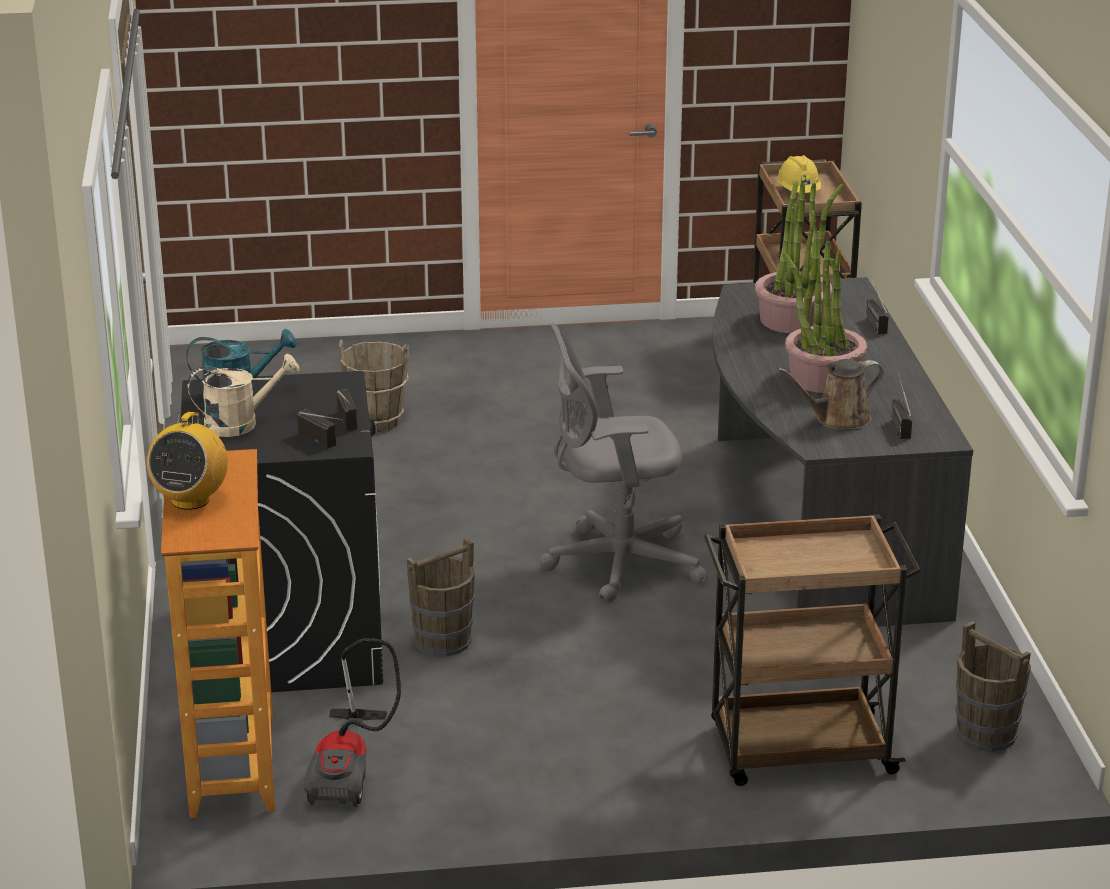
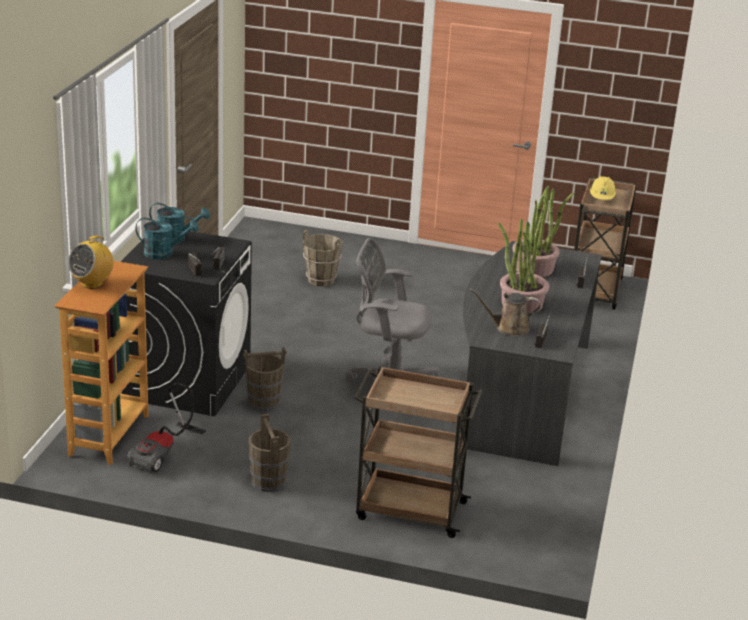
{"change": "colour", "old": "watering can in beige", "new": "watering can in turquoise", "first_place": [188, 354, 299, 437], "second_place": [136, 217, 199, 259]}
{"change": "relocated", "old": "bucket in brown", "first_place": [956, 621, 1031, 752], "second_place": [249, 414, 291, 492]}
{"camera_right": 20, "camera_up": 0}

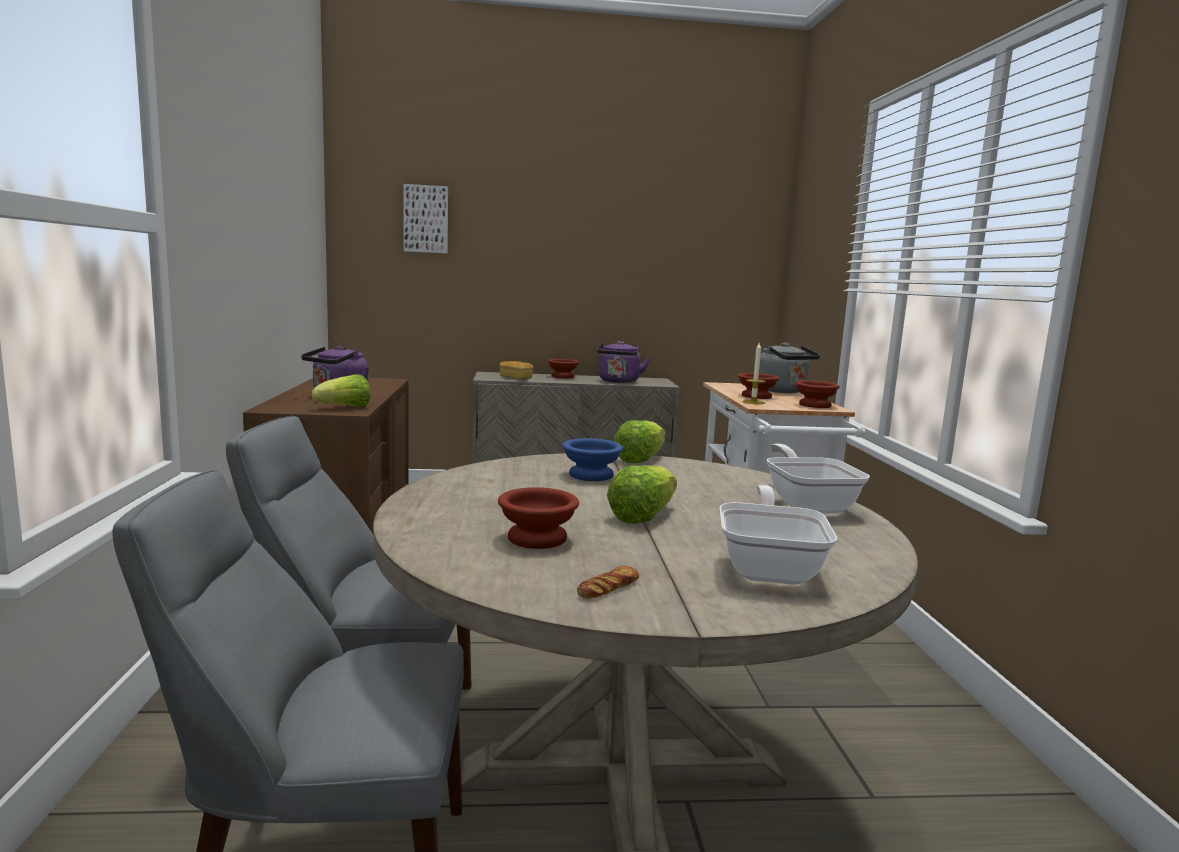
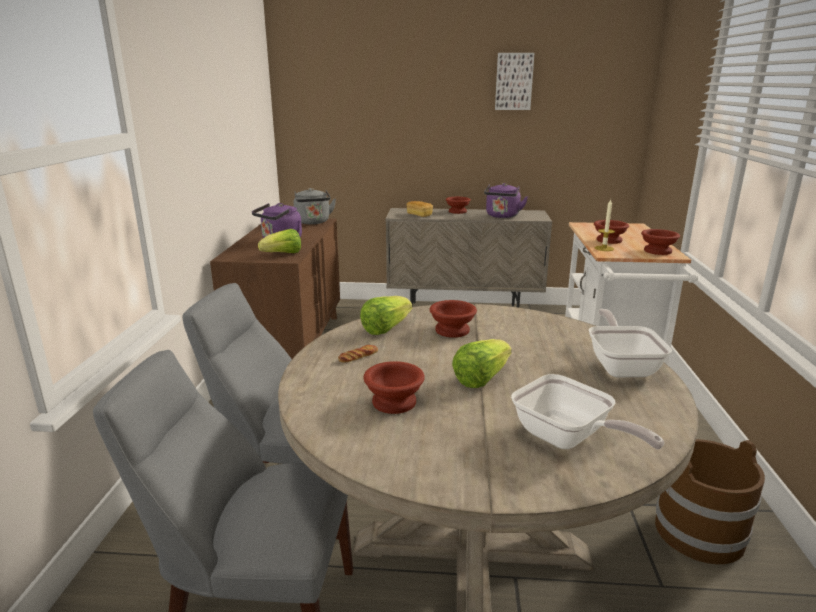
{"change": "relocated", "old": "picture", "first_place": [403, 184, 448, 254], "second_place": [495, 53, 534, 110]}
{"change": "colour", "old": "bowl in blue", "new": "bowl in brown", "first_place": [562, 438, 623, 481], "second_place": [429, 300, 477, 338]}
{"change": "relocated", "old": "bread", "first_place": [577, 566, 639, 599], "second_place": [338, 345, 378, 363]}
{"change": "relocated", "old": "lettuce", "first_place": [614, 420, 666, 463], "second_place": [360, 296, 412, 335]}
{"change": "spun", "old": "frying pan", "first_place": [719, 485, 837, 585], "second_place": [511, 374, 664, 450], "degrees": 120}
{"change": "relocated", "old": "kettle in grey", "first_place": [759, 343, 820, 393], "second_place": [294, 188, 336, 224]}
{"change": "appeared", "new": "bucket in brown", "second_place": [655, 439, 765, 564]}
{"camera_right": 10, "camera_up": 10}

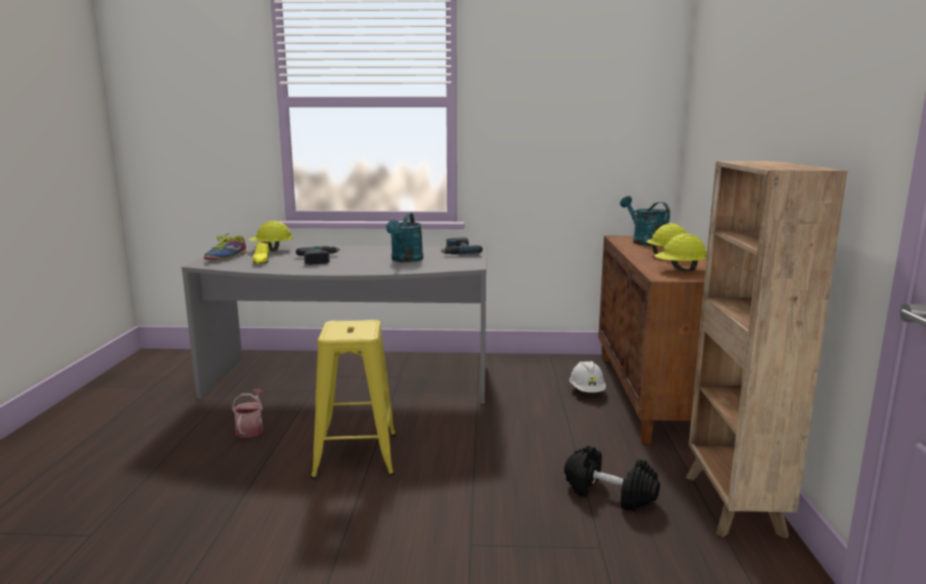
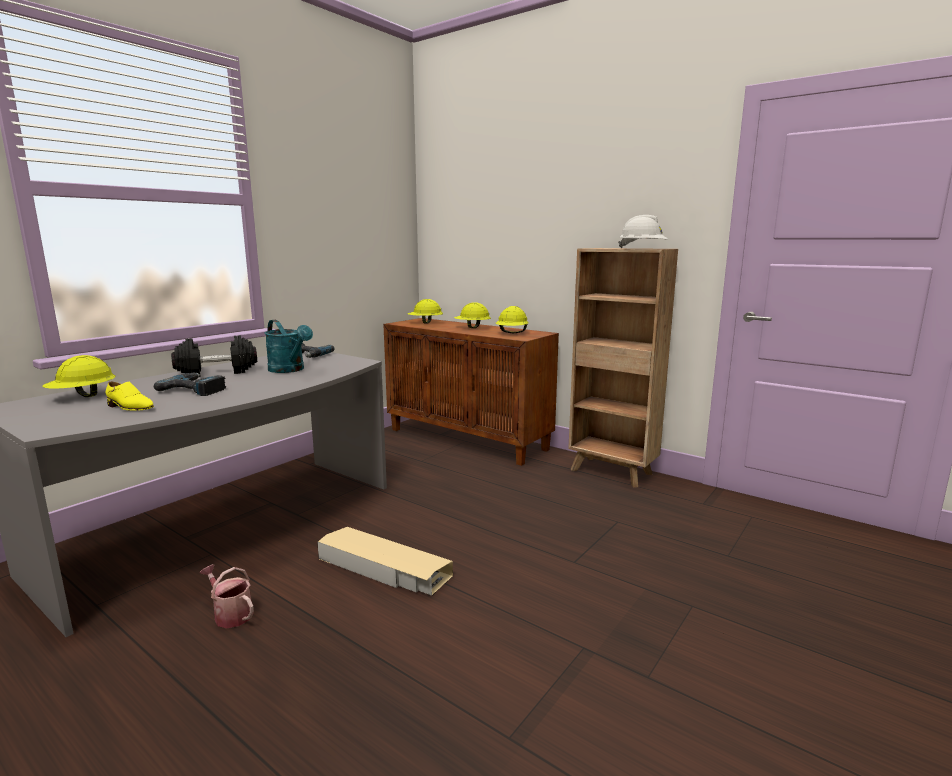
{"change": "missing", "old": "shoe", "first_place": [204, 233, 246, 260]}
{"change": "exchanged", "old": "stool in yellow", "new": "storage box in beige", "first_place": [311, 320, 396, 479], "second_place": [317, 527, 453, 596]}
{"change": "relocated", "old": "dumbbell in black", "first_place": [564, 445, 660, 511], "second_place": [171, 335, 257, 374]}
{"change": "relocated", "old": "hard hat in white", "first_place": [569, 361, 606, 393], "second_place": [618, 215, 668, 248]}
{"change": "exchanged", "old": "watering can in turquoise", "new": "hard hat in yellow", "first_place": [620, 196, 670, 246], "second_place": [408, 299, 443, 324]}
{"camera_right": -55, "camera_up": 0}

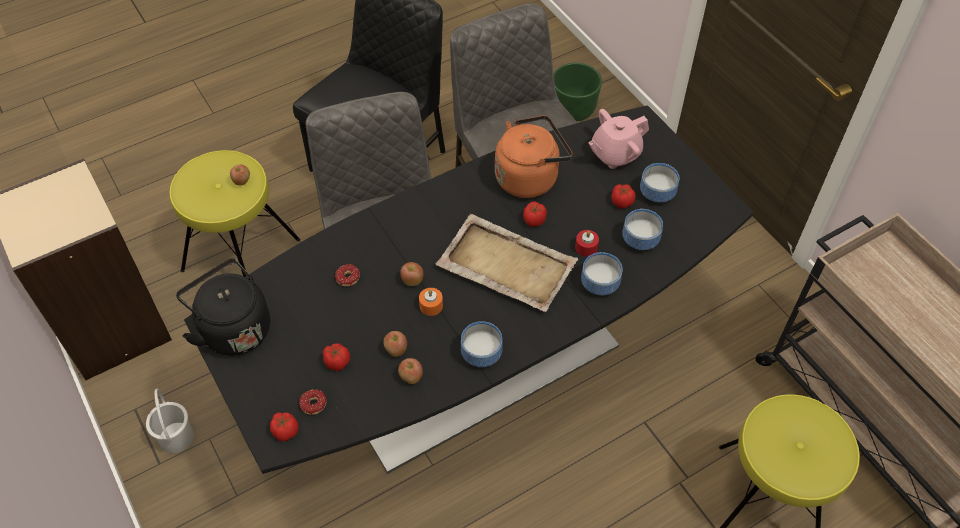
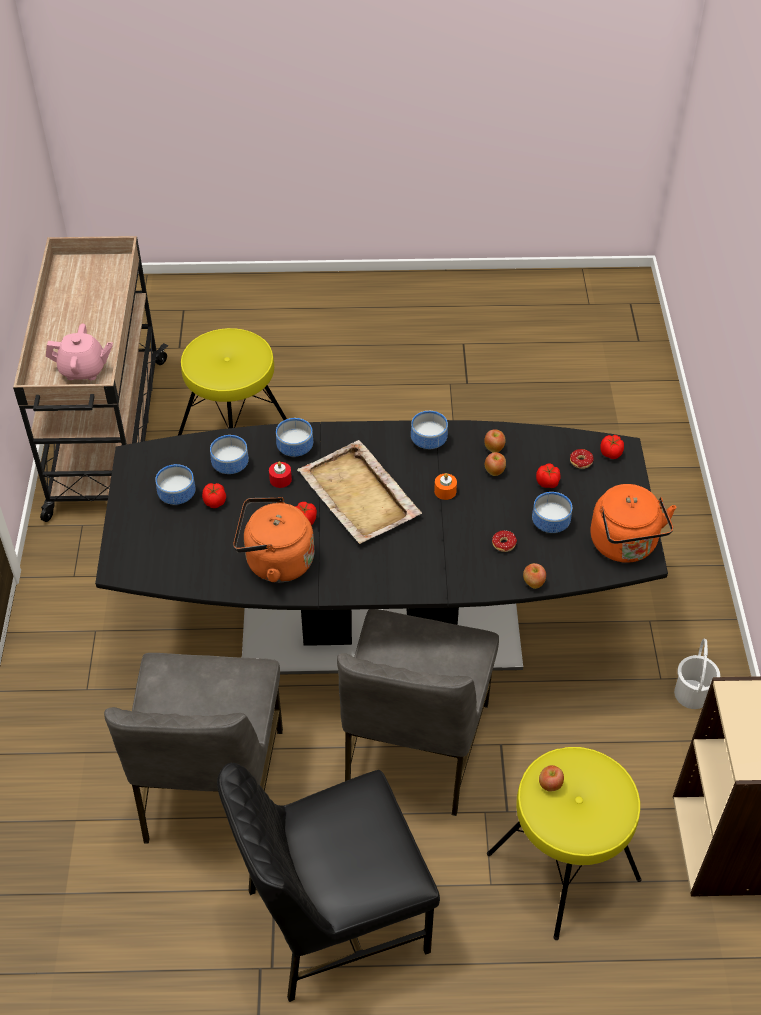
{"change": "colour", "old": "kettle in black", "new": "kettle in orange", "first_place": [176, 258, 270, 356], "second_place": [590, 484, 676, 563]}
{"change": "relocated", "old": "apple", "first_place": [400, 262, 423, 286], "second_place": [523, 563, 546, 589]}
{"change": "missing", "old": "planter in green", "first_place": [553, 63, 602, 122]}
{"change": "relocated", "old": "teapot in pink", "first_place": [588, 109, 649, 169], "second_place": [46, 324, 113, 380]}
{"change": "appeared", "new": "bowl", "second_place": [532, 492, 572, 533]}
{"camera_right": -150, "camera_up": -5}

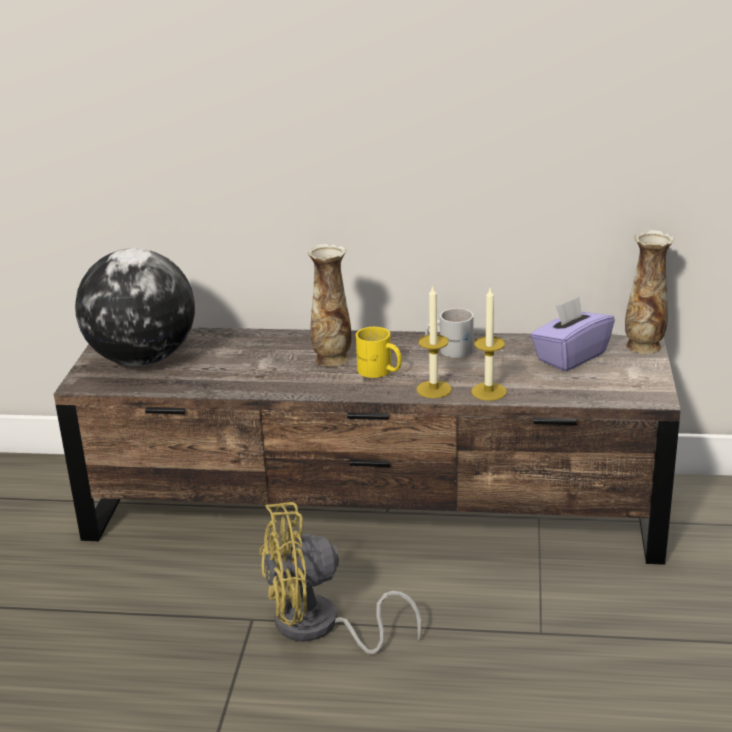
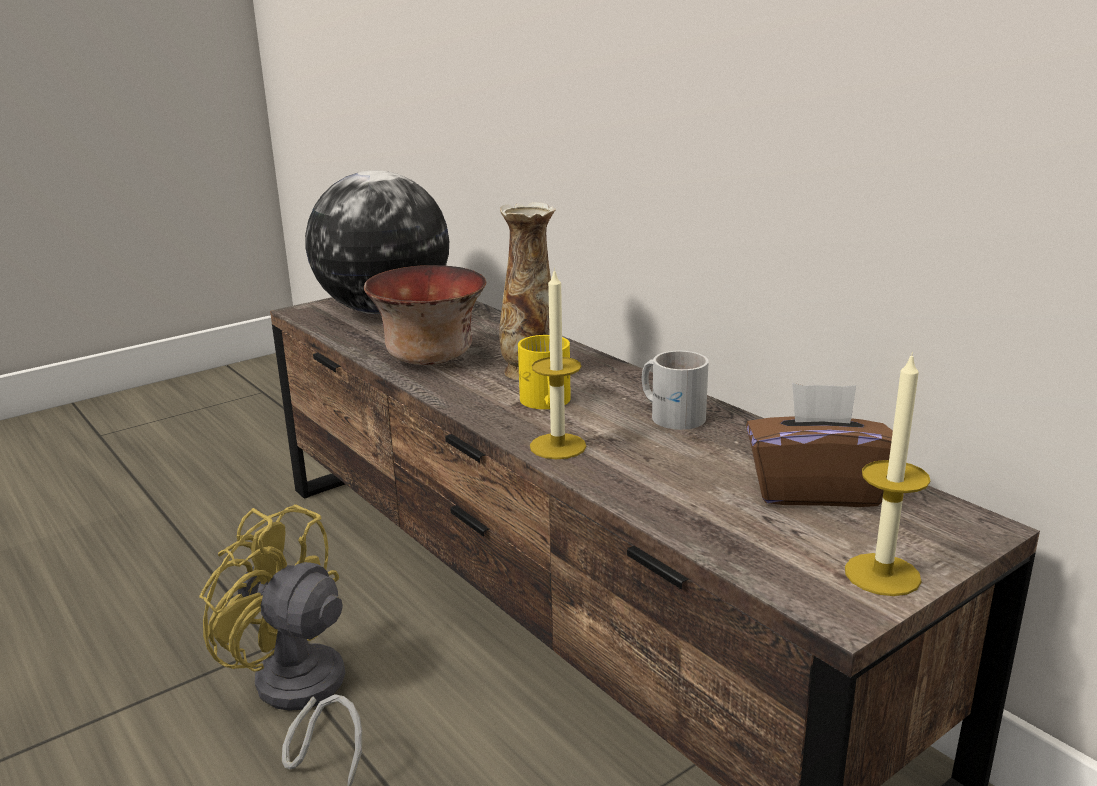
{"change": "relocated", "old": "candle", "first_place": [471, 286, 507, 401], "second_place": [845, 352, 930, 596]}
{"change": "colour", "old": "tissue box in purple", "new": "tissue box in brown", "first_place": [531, 297, 615, 372], "second_place": [746, 383, 893, 507]}
{"change": "missing", "old": "vase", "first_place": [625, 230, 675, 354]}
{"change": "appeared", "new": "bowl", "second_place": [364, 265, 486, 365]}
{"camera_right": 45, "camera_up": -5}

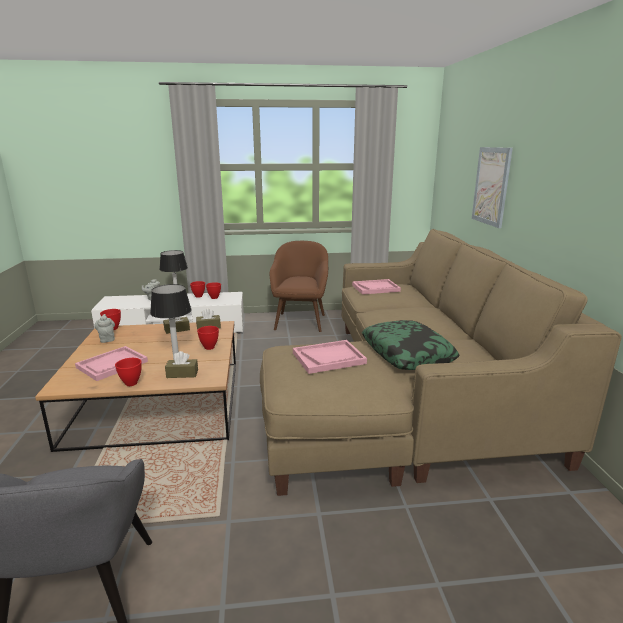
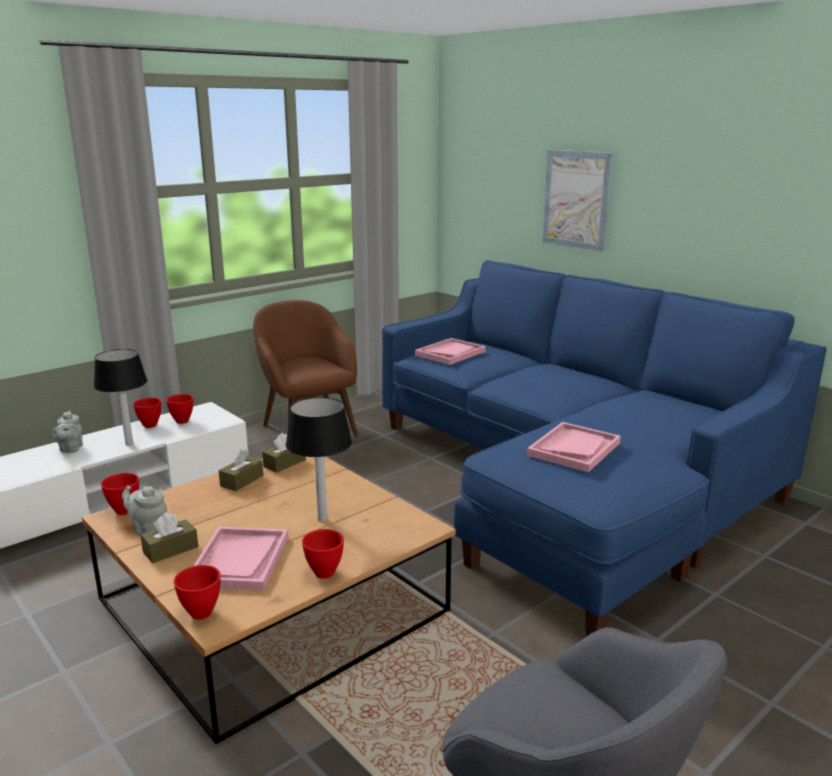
{"change": "relocated", "old": "tissue box in brown", "first_place": [165, 351, 198, 378], "second_place": [141, 512, 198, 563]}
{"change": "relocated", "old": "bowl in red", "first_place": [197, 326, 219, 350], "second_place": [174, 565, 221, 620]}
{"change": "colour", "old": "sofa in beige", "new": "sofa in blue", "first_place": [260, 229, 622, 496], "second_place": [382, 260, 827, 636]}
{"change": "missing", "old": "pillow", "first_place": [362, 320, 460, 370]}
{"camera_right": -35, "camera_up": 0}

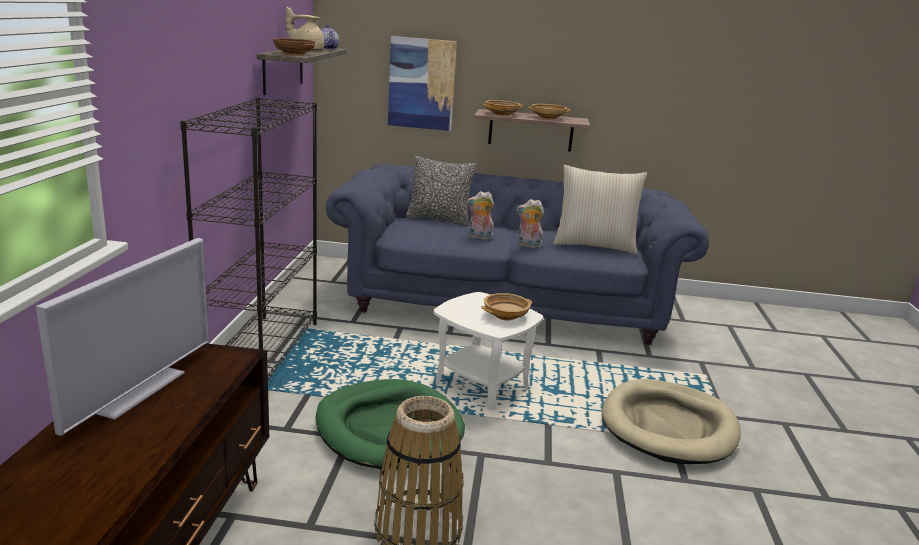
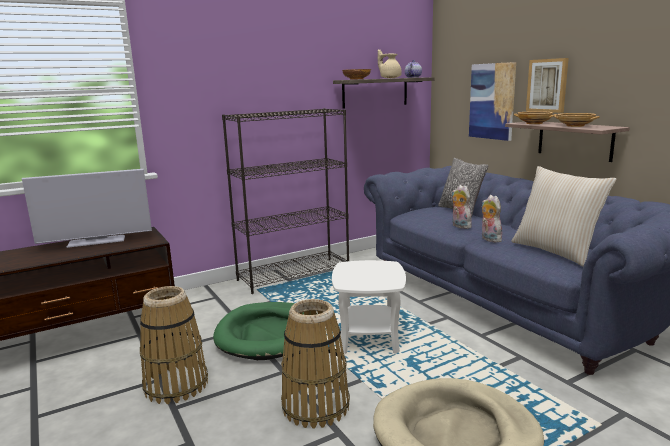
{"change": "missing", "old": "bowl in beige", "first_place": [481, 293, 532, 321]}
{"change": "appeared", "new": "basket", "second_place": [281, 299, 350, 429]}
{"change": "appeared", "new": "picture", "second_place": [526, 58, 569, 113]}
{"camera_right": 55, "camera_up": -5}

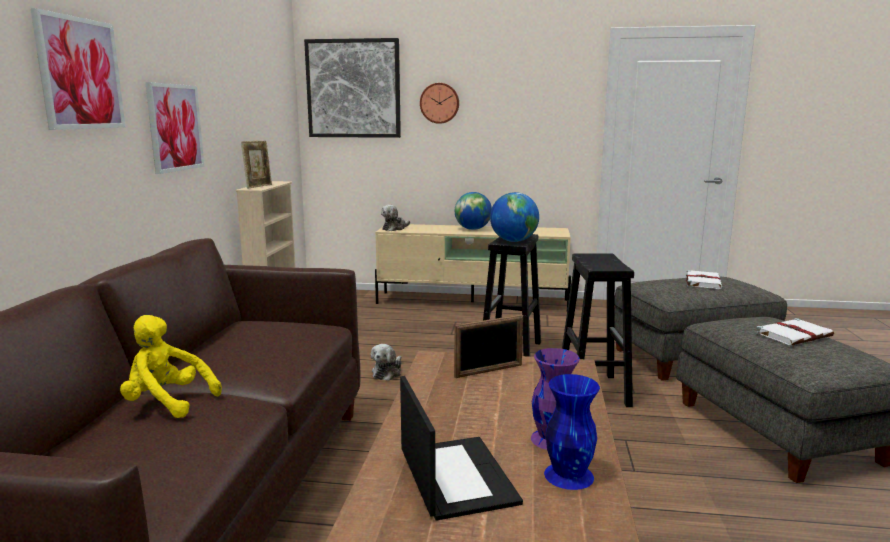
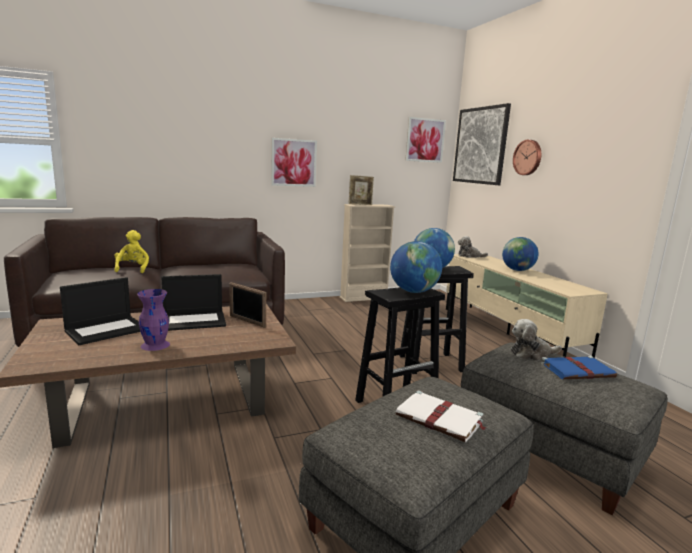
{"change": "relocated", "old": "picture", "first_place": [30, 8, 125, 130], "second_place": [405, 117, 446, 163]}
{"change": "relocated", "old": "plush toy", "first_place": [371, 344, 402, 381], "second_place": [511, 319, 562, 360]}
{"change": "missing", "old": "vase in blue", "first_place": [544, 374, 600, 490]}
{"change": "colour", "old": "book in white", "new": "book in blue", "first_place": [686, 270, 722, 289], "second_place": [541, 356, 617, 379]}
{"change": "appeared", "new": "laptop", "second_place": [161, 274, 226, 331]}
{"change": "appeared", "new": "globe", "second_place": [390, 241, 442, 293]}
{"camera_right": 60, "camera_up": 0}

